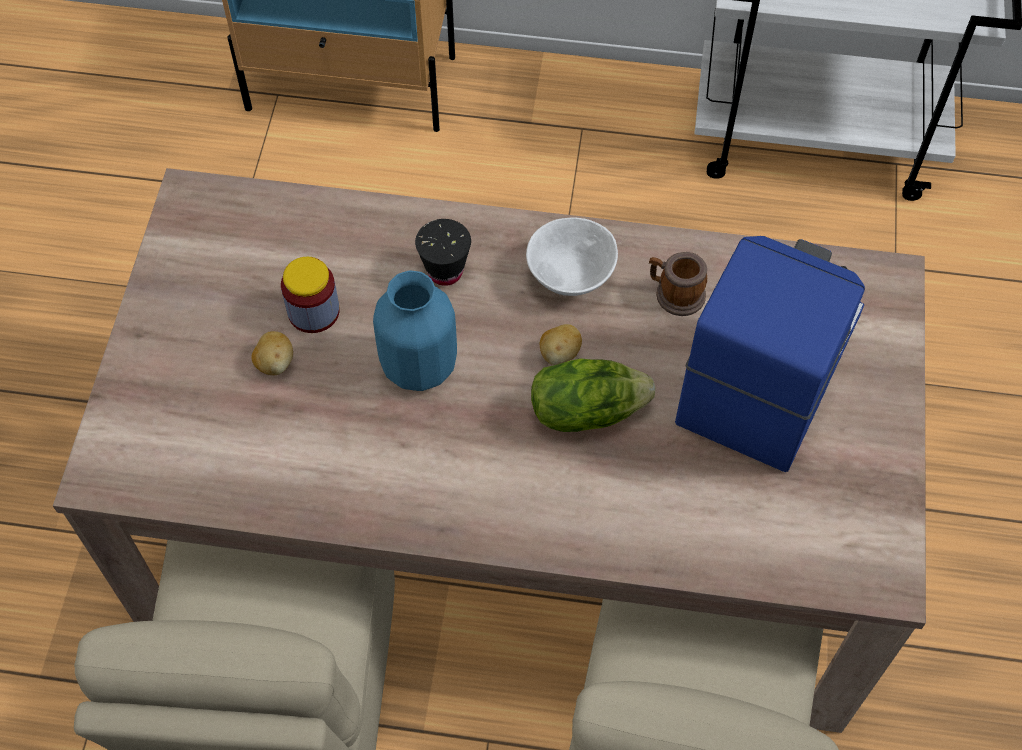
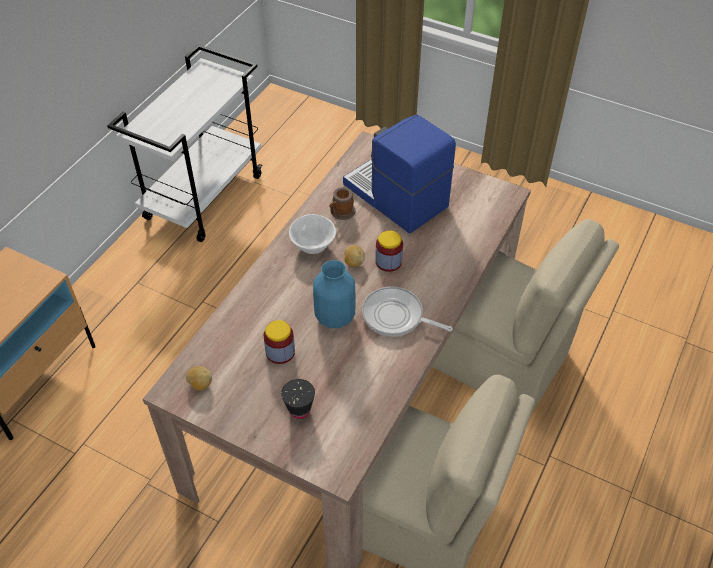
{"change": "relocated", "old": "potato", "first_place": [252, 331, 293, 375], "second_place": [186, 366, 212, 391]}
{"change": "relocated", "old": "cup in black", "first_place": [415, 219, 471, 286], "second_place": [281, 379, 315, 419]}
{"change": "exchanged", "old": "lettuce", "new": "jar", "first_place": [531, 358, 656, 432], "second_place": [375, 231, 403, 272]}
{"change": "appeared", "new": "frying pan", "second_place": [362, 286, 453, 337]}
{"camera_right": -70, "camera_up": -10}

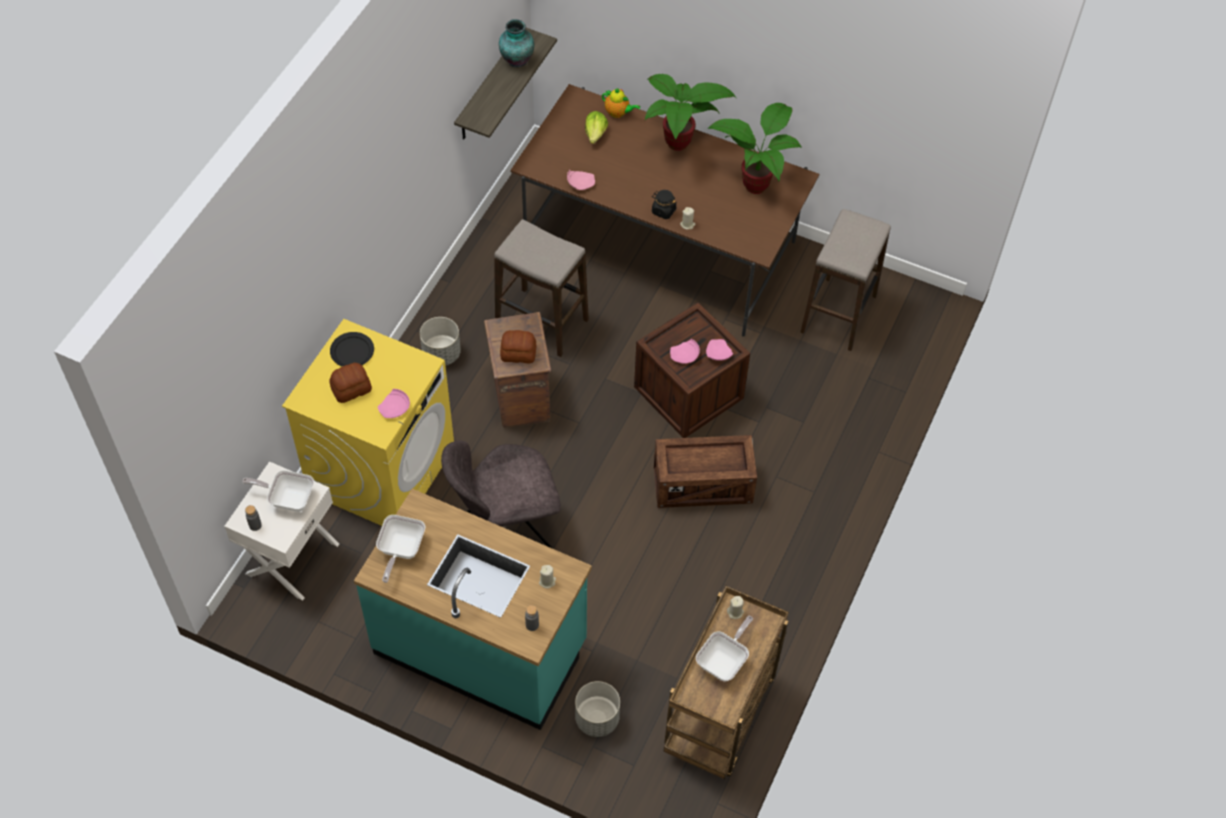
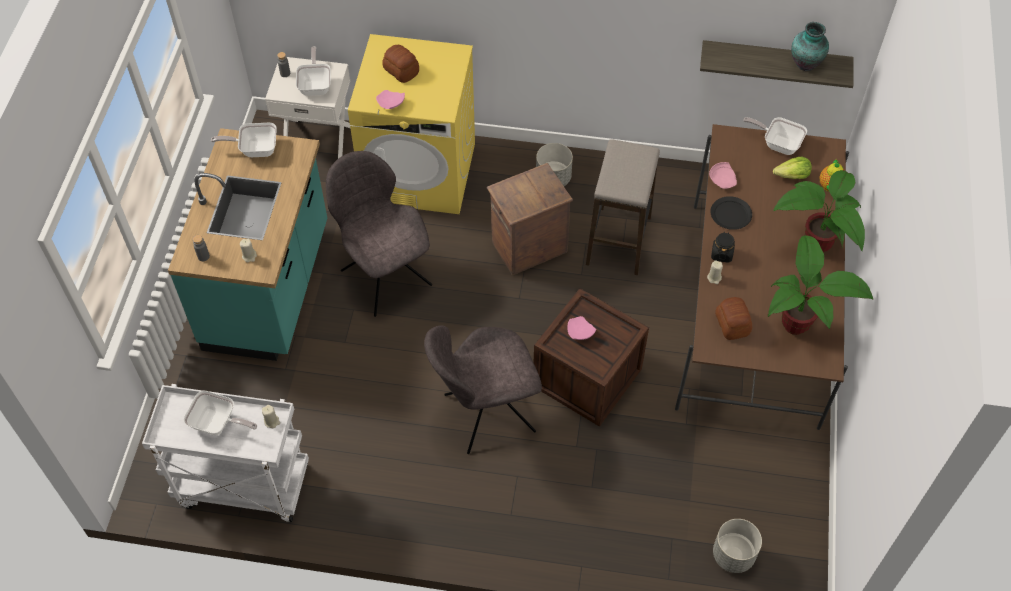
{"change": "relocated", "old": "plate in black", "first_place": [330, 332, 374, 366], "second_place": [710, 196, 752, 230]}
{"change": "relocated", "old": "bread", "first_place": [500, 330, 536, 364], "second_place": [715, 297, 752, 340]}
{"change": "relocated", "old": "planter in grey", "first_place": [575, 681, 620, 737], "second_place": [713, 519, 762, 573]}
{"change": "exchanged", "old": "crate", "new": "chair in grey", "first_place": [654, 435, 757, 508], "second_place": [424, 325, 542, 454]}
{"change": "colour", "old": "cart in brown", "new": "cart in white", "first_place": [664, 586, 789, 779], "second_place": [142, 384, 309, 522]}
{"change": "missing", "old": "plate in pink", "first_place": [706, 339, 733, 361]}
{"change": "missing", "old": "stool", "first_place": [800, 209, 891, 351]}
{"change": "appeared", "new": "frying pan", "second_place": [743, 117, 807, 155]}
{"camera_right": 75, "camera_up": 0}

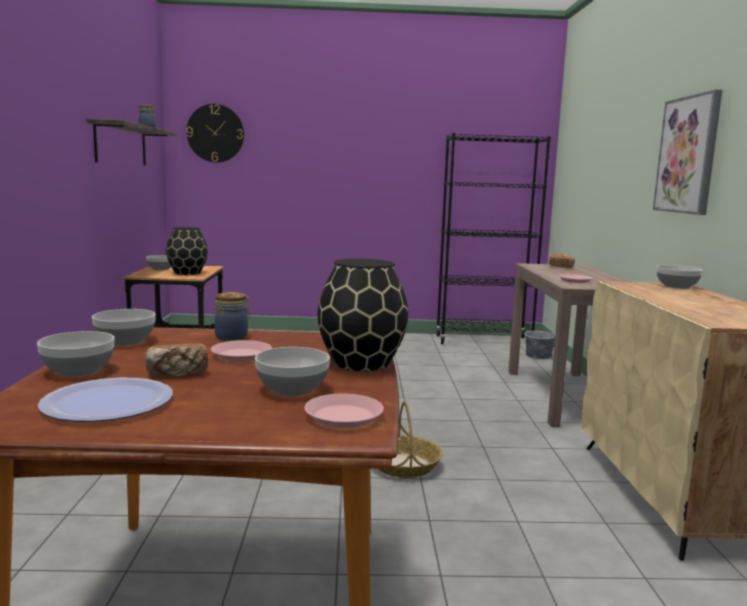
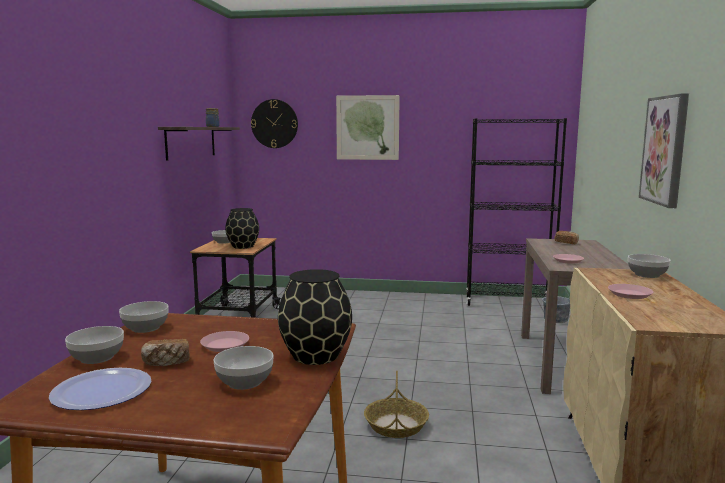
{"change": "missing", "old": "jar", "first_place": [215, 292, 250, 341]}
{"change": "relocated", "old": "plate in pink", "first_place": [304, 394, 384, 428], "second_place": [608, 284, 653, 299]}
{"change": "appeared", "new": "picture", "second_place": [336, 95, 400, 160]}
{"camera_right": 10, "camera_up": 0}

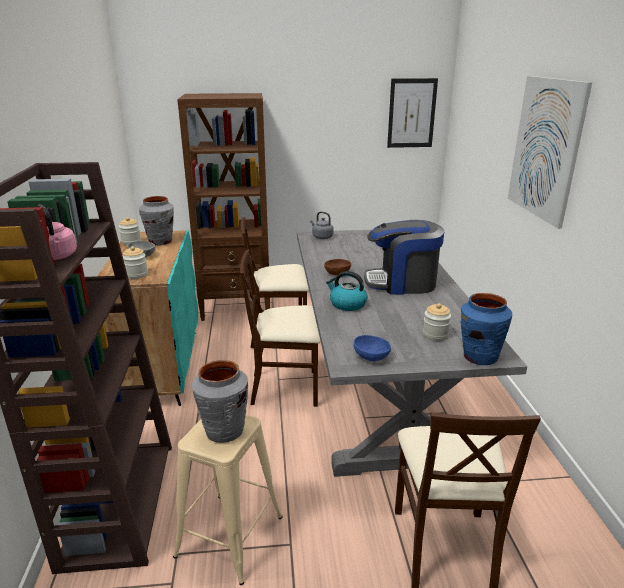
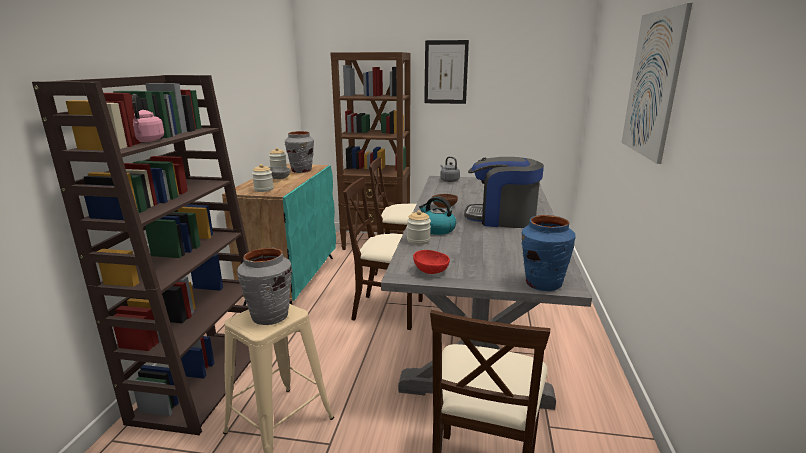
{"change": "colour", "old": "bowl in blue", "new": "bowl in red", "first_place": [354, 335, 391, 361], "second_place": [413, 250, 450, 274]}
{"change": "relocated", "old": "picture", "first_place": [387, 78, 438, 148], "second_place": [424, 40, 469, 104]}
{"change": "relocated", "old": "jar", "first_place": [423, 303, 451, 341], "second_place": [407, 210, 431, 245]}
{"camera_right": 15, "camera_up": -5}

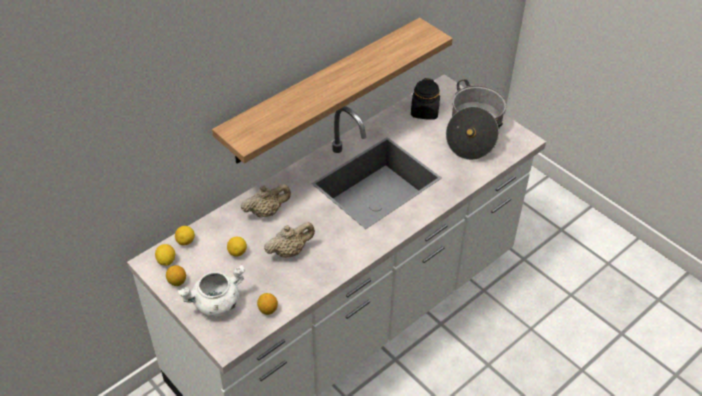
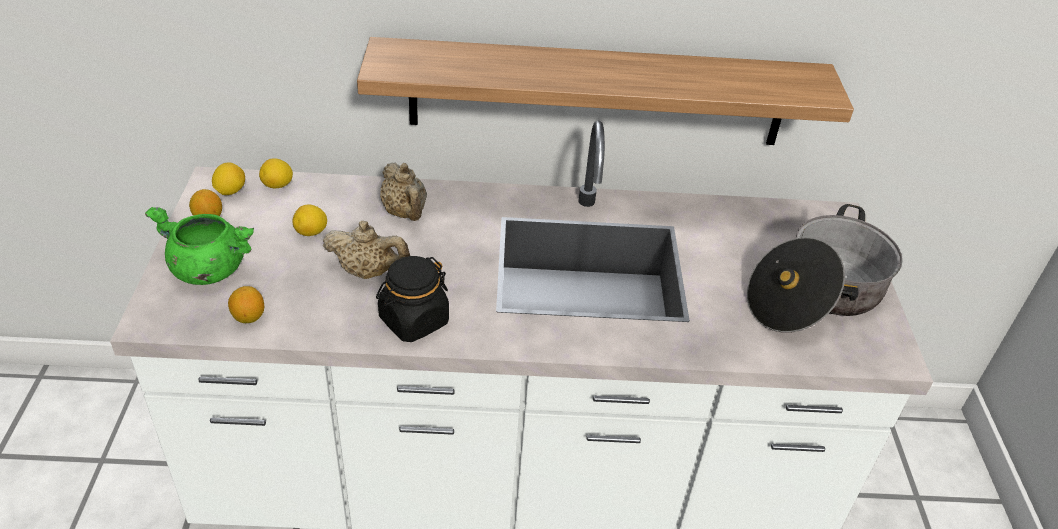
{"change": "colour", "old": "cooking pot in white", "new": "cooking pot in green", "first_place": [178, 265, 245, 317], "second_place": [145, 207, 254, 285]}
{"change": "spun", "old": "teapot in beige", "first_place": [241, 184, 291, 218], "second_place": [380, 162, 427, 221], "degrees": 45}
{"change": "relocated", "old": "jar in black", "first_place": [411, 78, 440, 120], "second_place": [376, 256, 449, 342]}
{"camera_right": 40, "camera_up": -5}

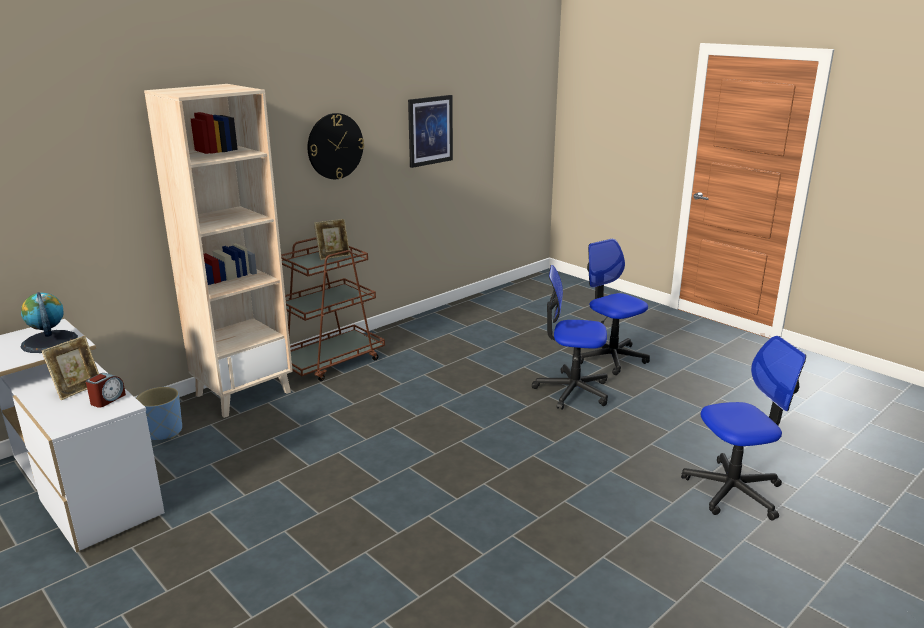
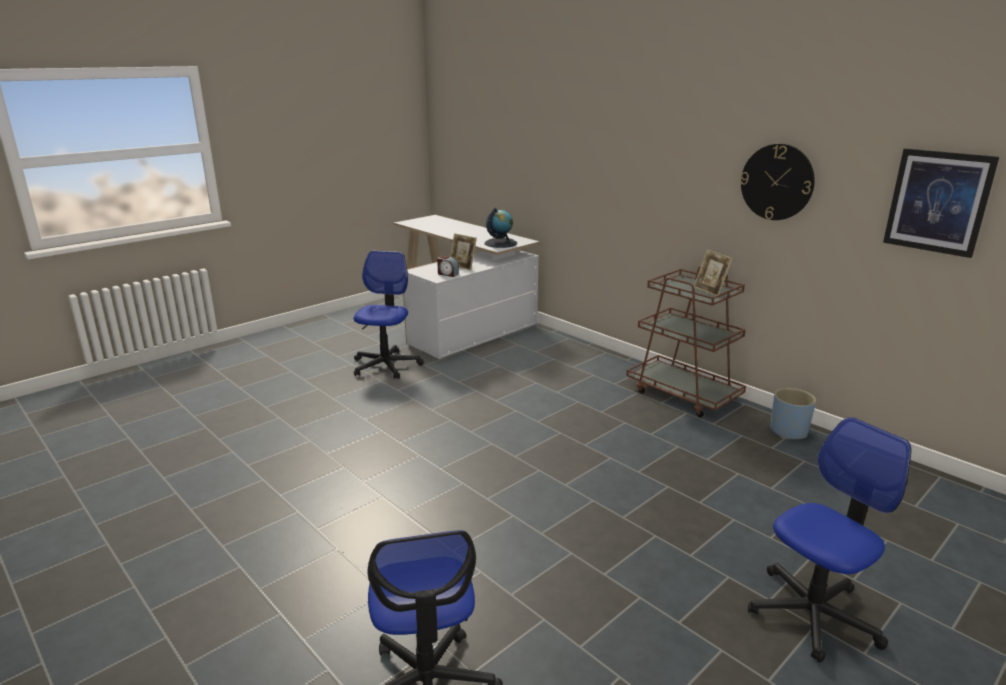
{"change": "relocated", "old": "planter in blue", "first_place": [136, 387, 182, 440], "second_place": [770, 388, 816, 439]}
{"change": "missing", "old": "bookcase in beige", "first_place": [144, 84, 293, 418]}
{"change": "relocated", "old": "office chair", "first_place": [532, 265, 608, 410], "second_place": [353, 251, 424, 379]}
{"camera_right": 90, "camera_up": 0}

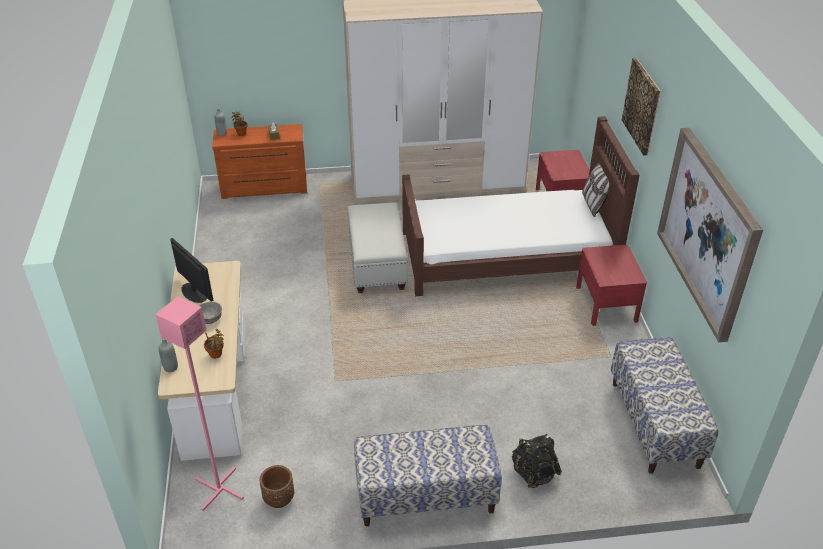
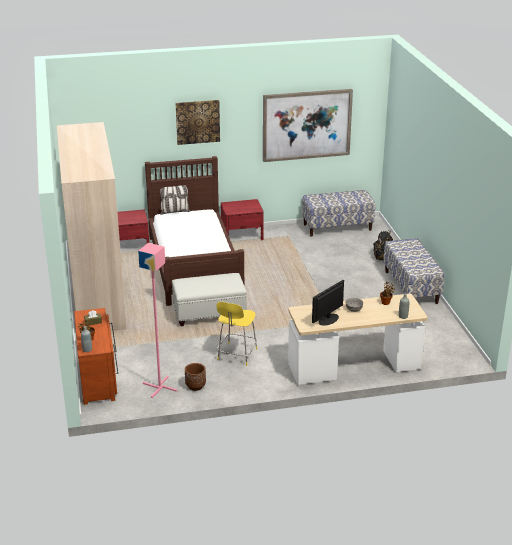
{"change": "relocated", "old": "floor lamp in pink", "first_place": [155, 296, 244, 511], "second_place": [138, 243, 177, 398]}
{"change": "relocated", "old": "planter in brown", "first_place": [260, 465, 294, 508], "second_place": [185, 363, 206, 391]}
{"change": "appeared", "new": "chair in yellow", "second_place": [216, 302, 257, 366]}
{"camera_right": -95, "camera_up": -10}

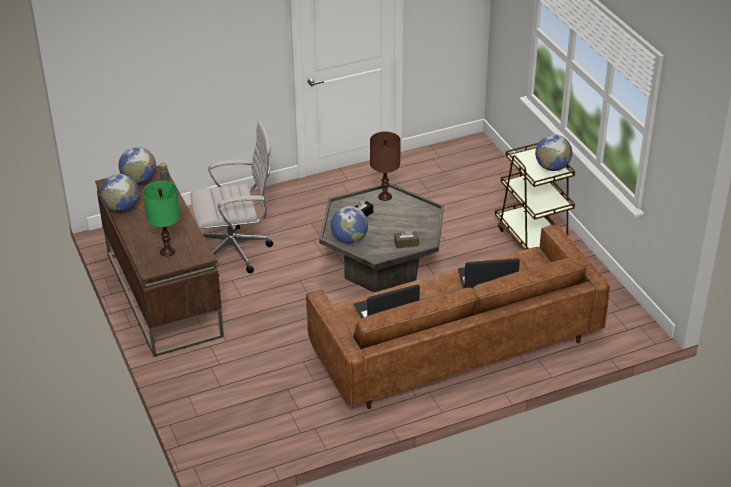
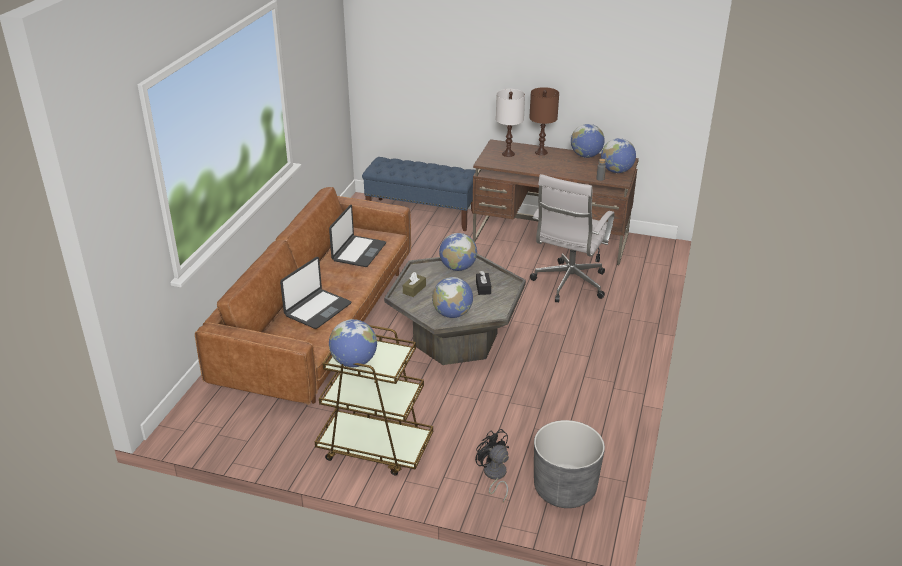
{"change": "colour", "old": "table lamp in green", "new": "table lamp in white", "first_place": [143, 181, 180, 257], "second_place": [496, 89, 525, 157]}
{"change": "relocated", "old": "table lamp in brown", "first_place": [370, 132, 401, 201], "second_place": [529, 87, 559, 155]}
{"change": "appeared", "new": "bench in blue", "second_place": [362, 157, 476, 231]}
{"change": "appeared", "new": "globe", "second_place": [432, 277, 473, 318]}
{"change": "appeared", "new": "fan in black", "second_place": [475, 429, 509, 502]}
{"change": "appeared", "new": "planter in grey", "second_place": [534, 420, 605, 508]}
{"camera_right": 130, "camera_up": -5}

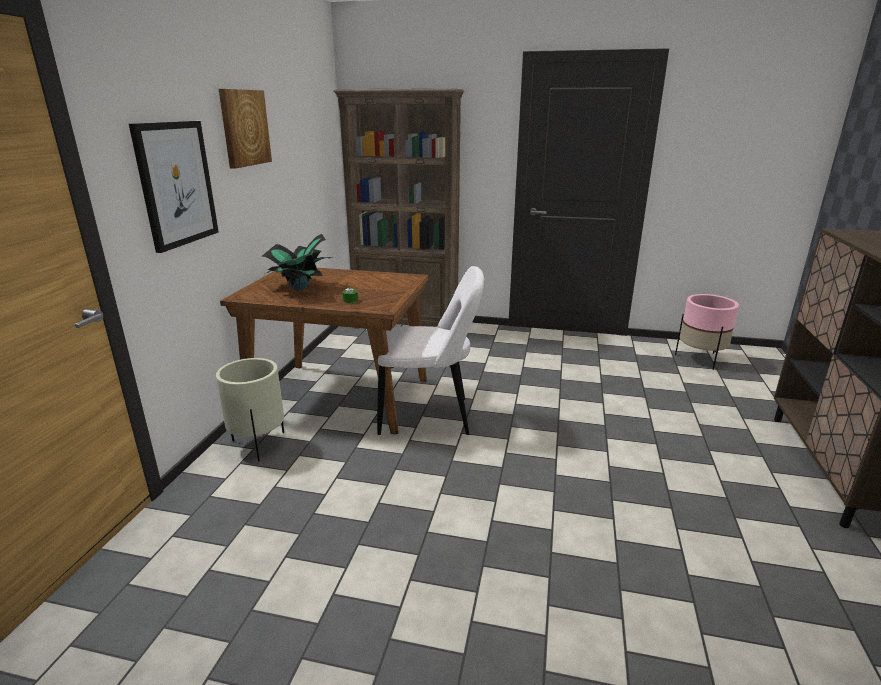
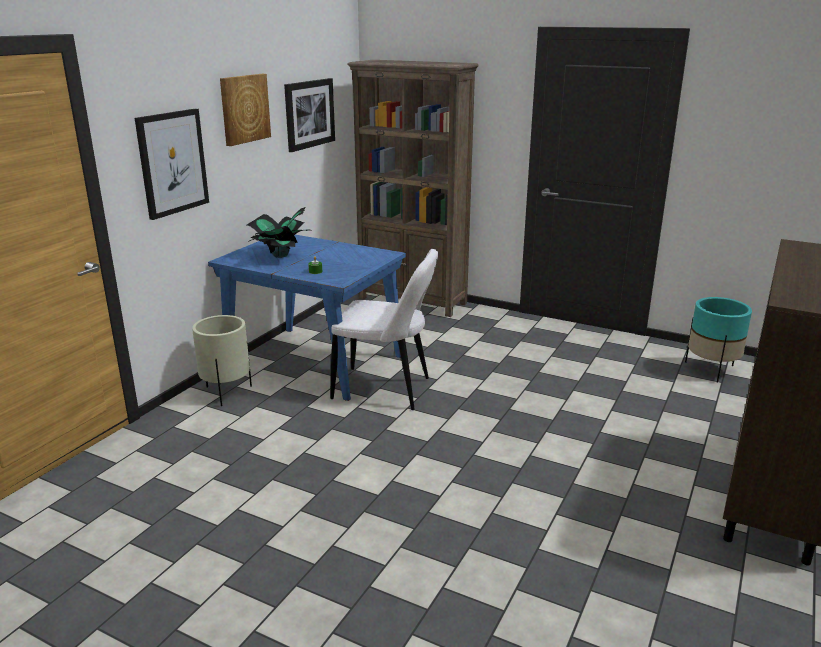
{"change": "colour", "old": "dining table in brown", "new": "dining table in blue", "first_place": [220, 268, 429, 434], "second_place": [208, 235, 406, 401]}
{"change": "colour", "old": "planter in pink", "new": "planter in turquoise", "first_place": [675, 294, 739, 370], "second_place": [685, 297, 752, 382]}
{"change": "appeared", "new": "picture", "second_place": [284, 78, 335, 152]}
{"camera_right": 15, "camera_up": 0}

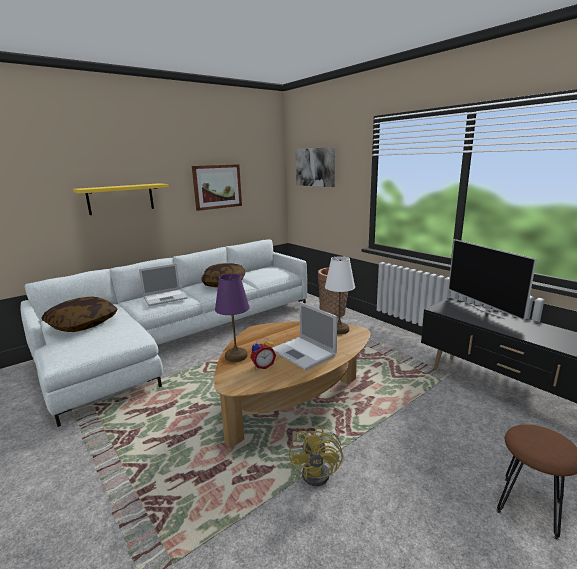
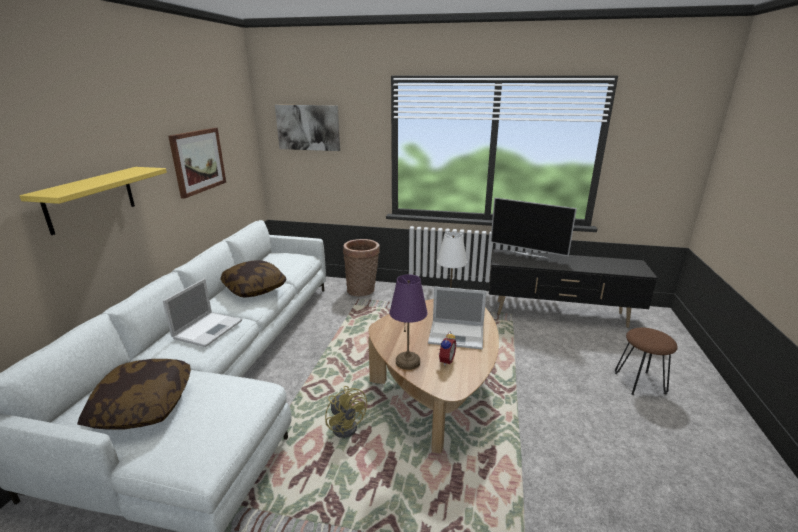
{"change": "relocated", "old": "fan in yellow", "first_place": [289, 427, 344, 487], "second_place": [325, 386, 367, 438]}
{"camera_right": -40, "camera_up": 5}

